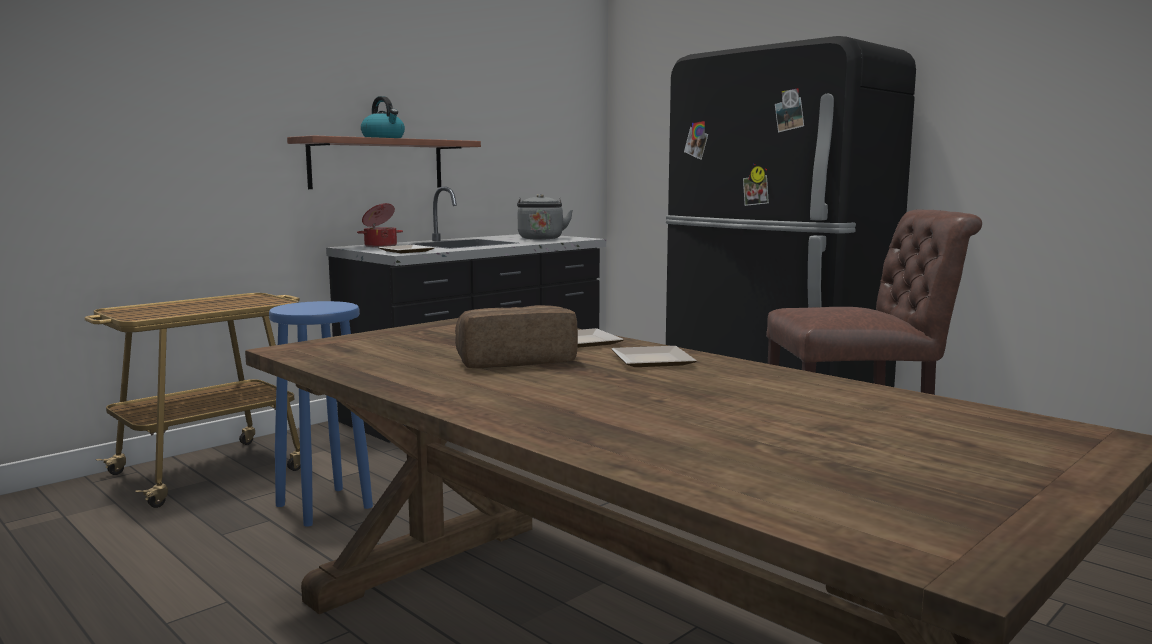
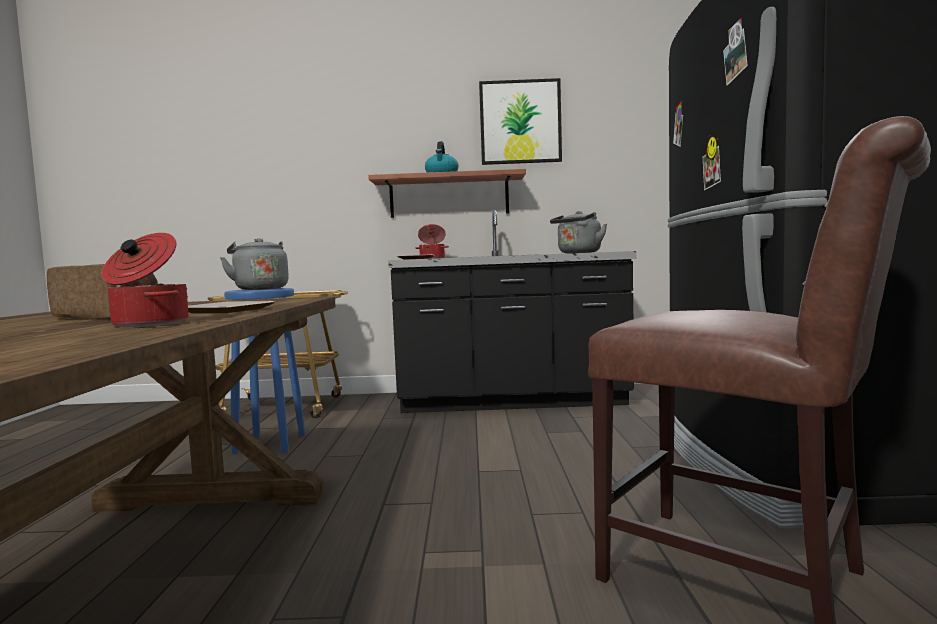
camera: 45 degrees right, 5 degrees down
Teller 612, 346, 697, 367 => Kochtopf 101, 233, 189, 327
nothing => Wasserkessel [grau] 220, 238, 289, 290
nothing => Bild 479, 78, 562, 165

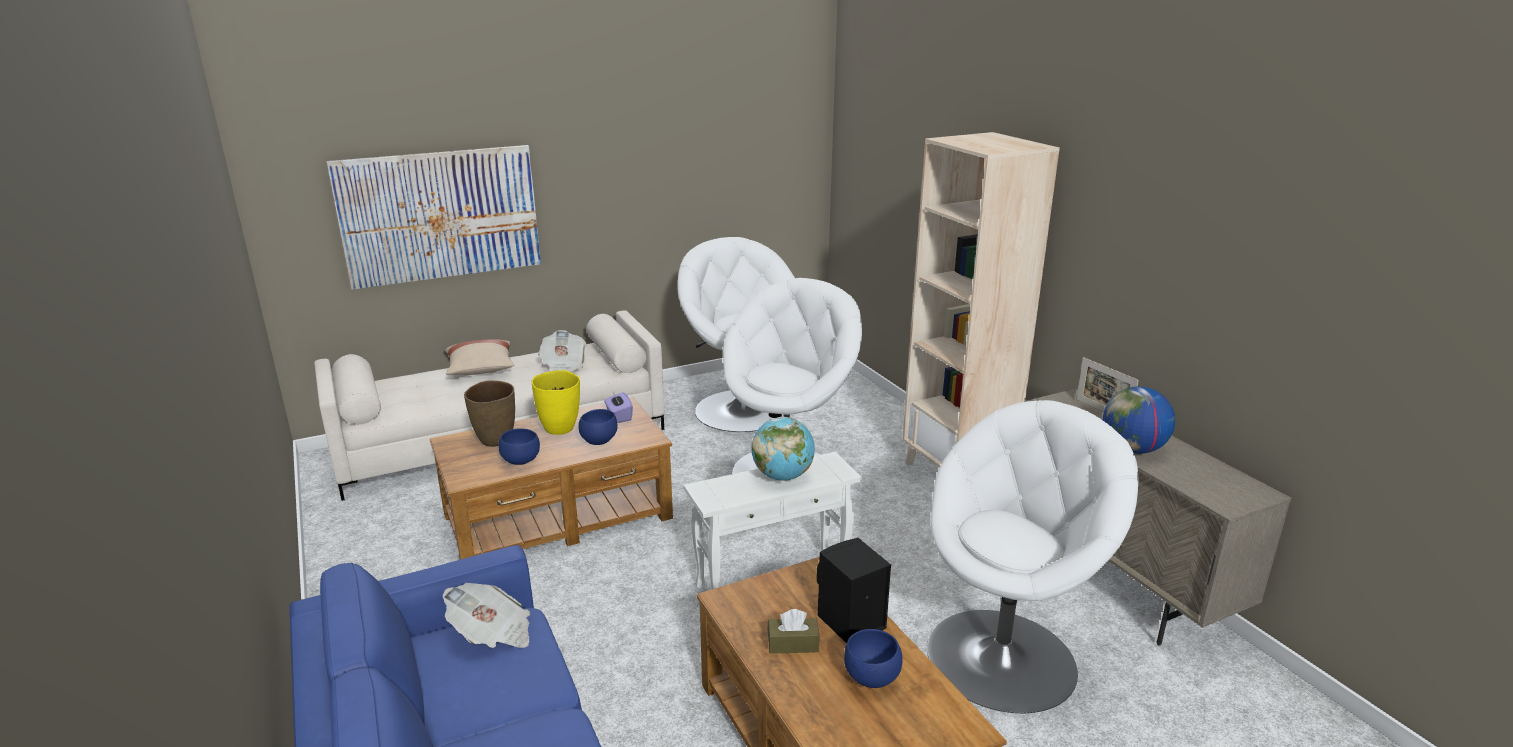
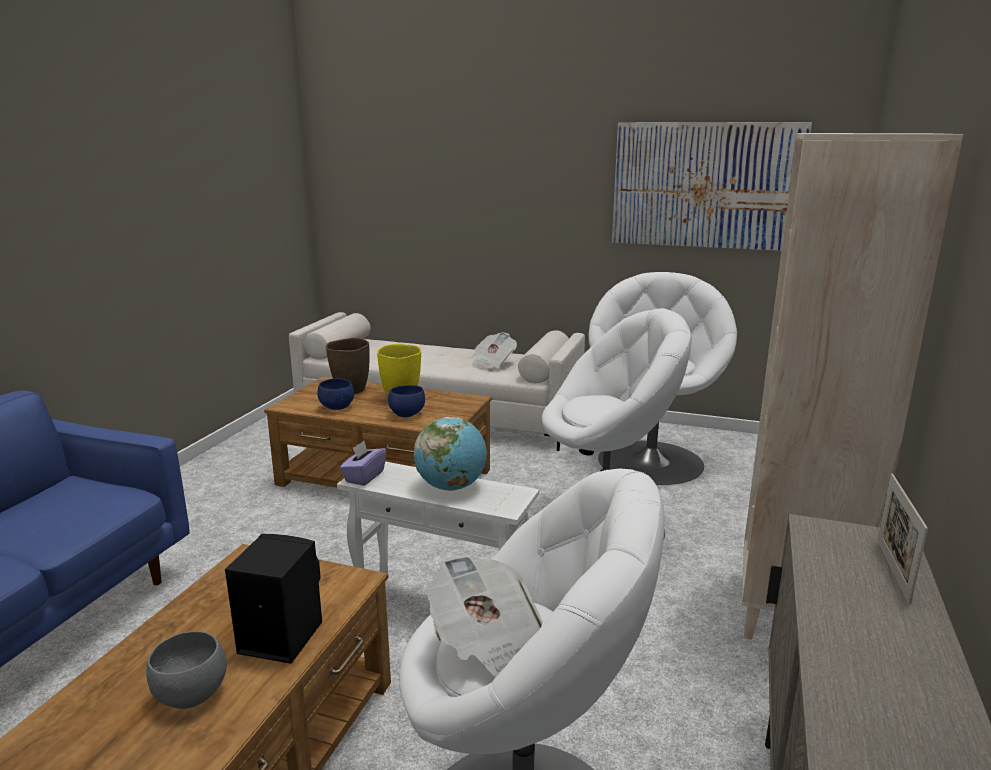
camera: 45 degrees right, 5 degrees down
Bild 327, 145, 541, 290 => Bild 612, 122, 812, 251, shifted
Zeitung 443, 583, 530, 648 => Zeitung 426, 554, 543, 678, shifted
Kissen [beige] 444, 339, 514, 375 => nothing
Taschentuchbox [lila] 604, 392, 633, 423 => Taschentuchbox [lila] 340, 441, 386, 486, shifted
Taschentuchbox [braun] 768, 609, 820, 654 => nothing
Schüssel [blau] 844, 629, 903, 688 => Schüssel [grau] 146, 631, 227, 709
Globus 1103, 386, 1175, 454 => nothing

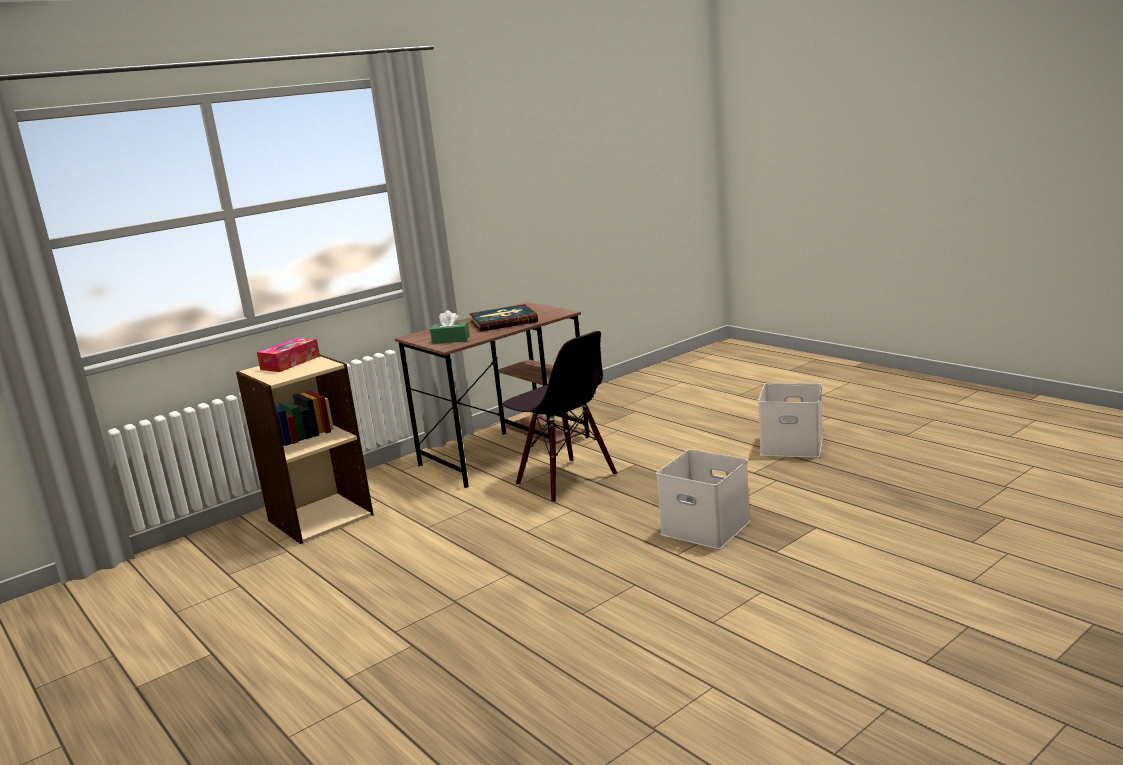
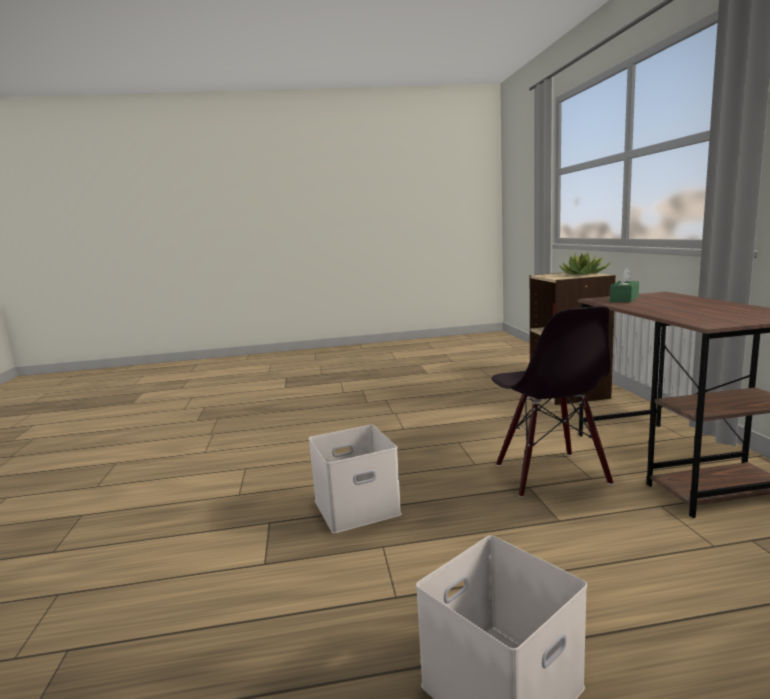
camera: 120 degrees right, 5 degrees down
Taschentuchbox 257, 337, 320, 372 => Topfpflanze 559, 253, 612, 275
Buch 469, 304, 538, 332 => nothing
Stuhl [schwarz] 503, 331, 617, 503 => Stuhl [schwarz] 491, 306, 613, 498, 90 degrees counterclockwise

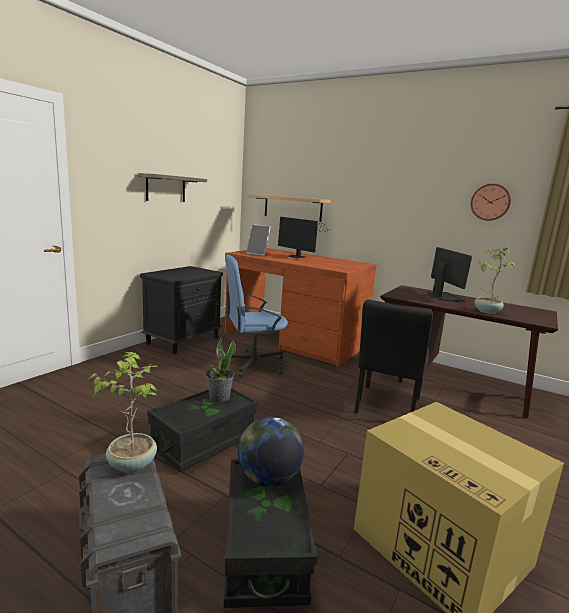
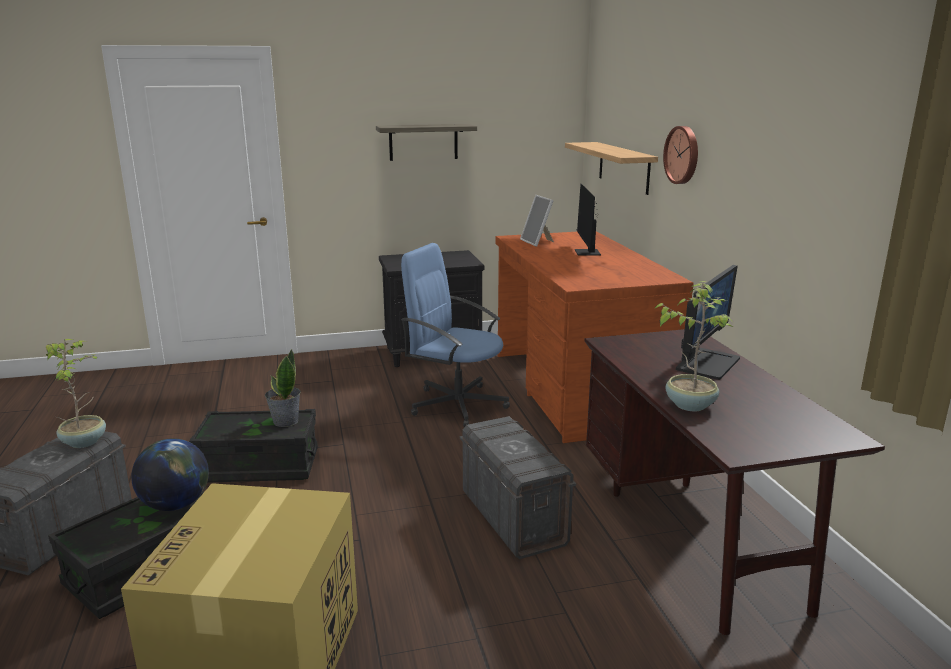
camera: 45 degrees right, 5 degrees up
Stuhl [schwarz] 354, 299, 433, 413 => Aufbewahrungsbox [grau] 460, 416, 576, 559
Wanduhr 471, 184, 511, 221 => Wanduhr 663, 126, 698, 184, shifted

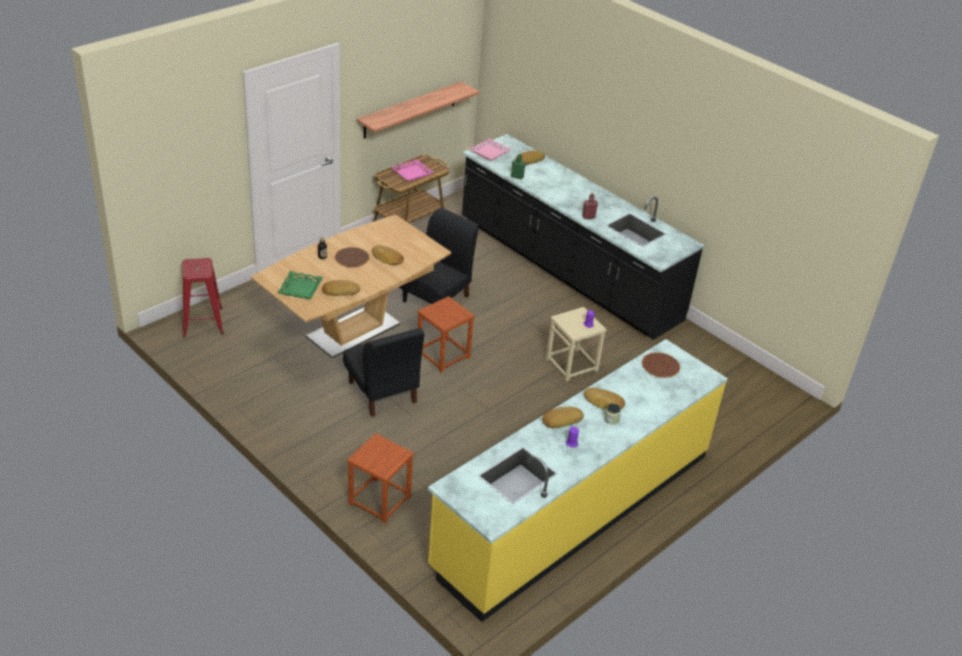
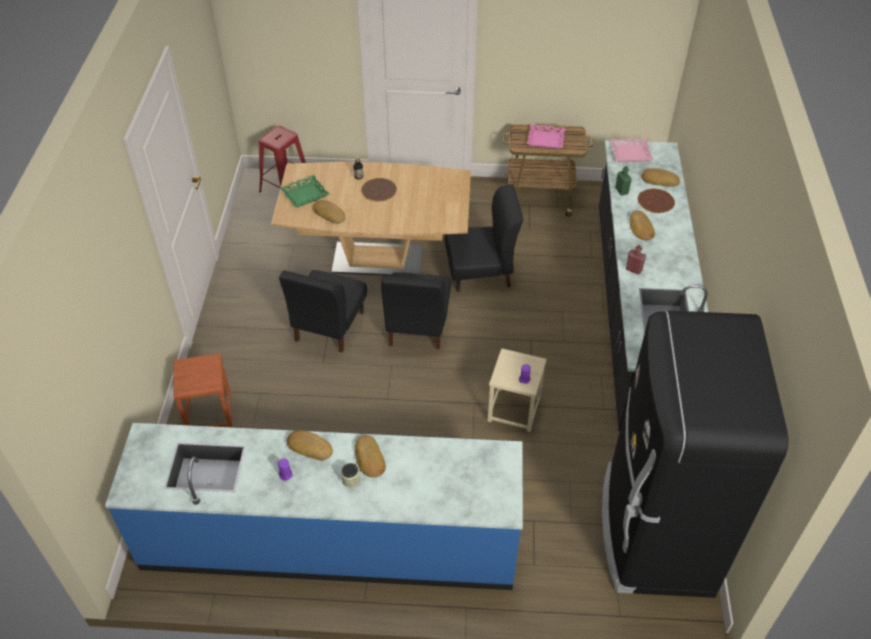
camera: 50 degrees right, 10 degrees up
Wandregal 357, 82, 480, 139 => nothing
Brot 372, 245, 404, 265 => Brot 630, 211, 655, 240, shifted
Hocker [braun] 418, 296, 475, 372 => Stuhl [schwarz] 381, 273, 451, 350
Küchenzeile [gelb] 428, 339, 728, 622 => Küchenzeile [blau] 105, 423, 523, 590
Teller [braun] 642, 352, 680, 378 => Teller [braun] 638, 188, 675, 213, shifted
nothing => Kühlschrank [schwarz] 602, 311, 788, 598

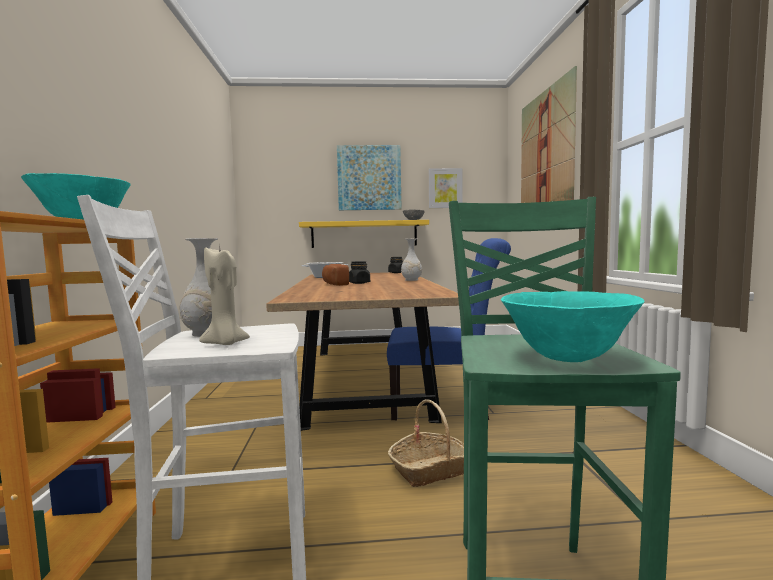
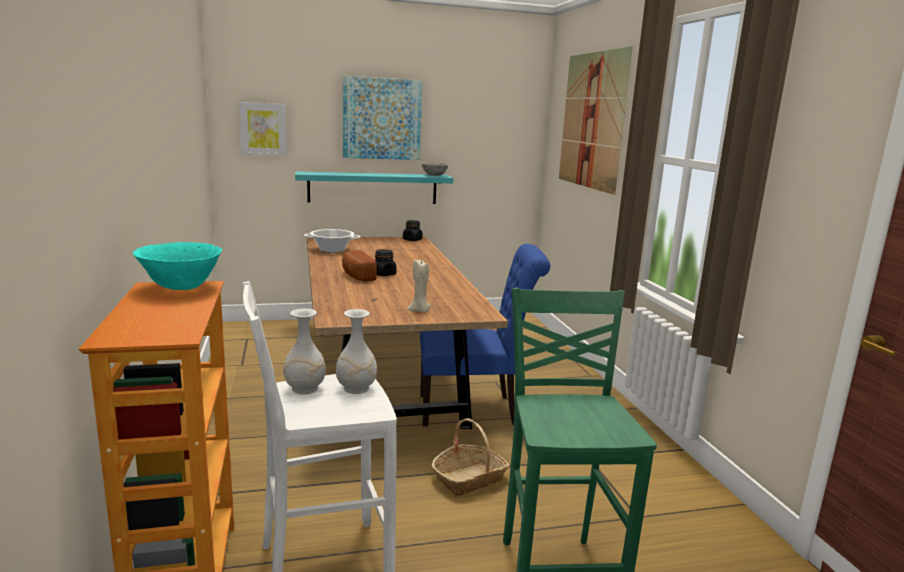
camera: 10 degrees left, 10 degrees up
Kerze [beige] 199, 247, 250, 345 => Kerze [beige] 408, 260, 431, 312, shifted
Wandregal [gelb] 299, 220, 429, 248 => Wandregal [türkis] 295, 171, 453, 204
Vase [weiß] 401, 239, 422, 281 => Vase [weiß] 336, 309, 377, 394, shifted
Bild 429, 168, 463, 208 => Bild 239, 102, 287, 156, shifted
Schüssel [türkis] 501, 291, 645, 362 => nothing

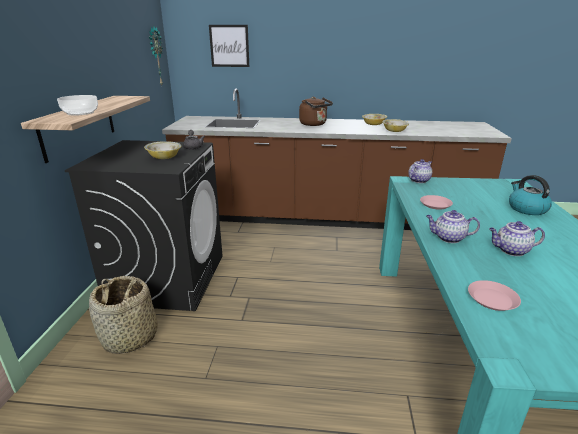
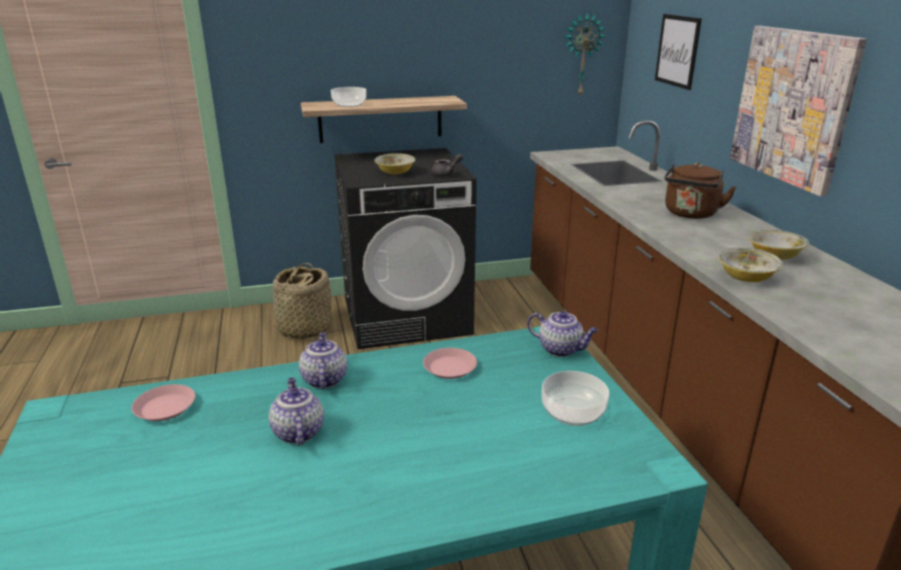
camera: 70 degrees right, 0 degrees up
Wasserkessel 509, 175, 552, 215 => nothing
nothing => Schüssel 542, 371, 609, 426
nothing => Bild 730, 26, 867, 196

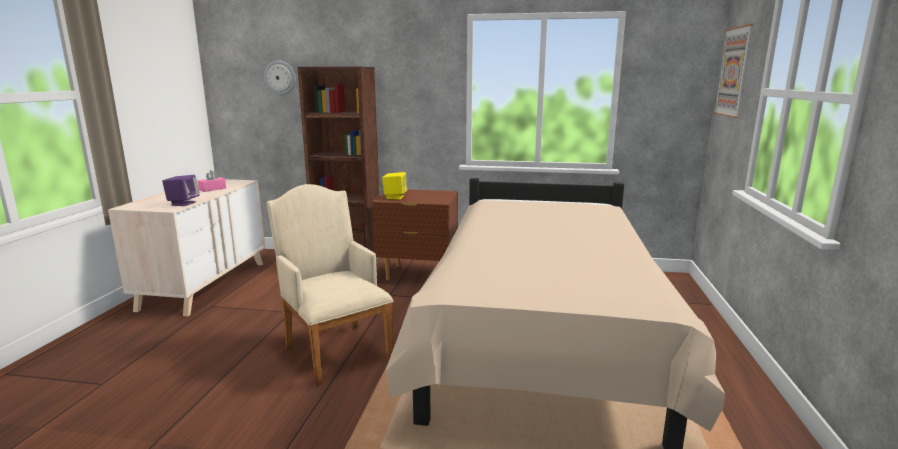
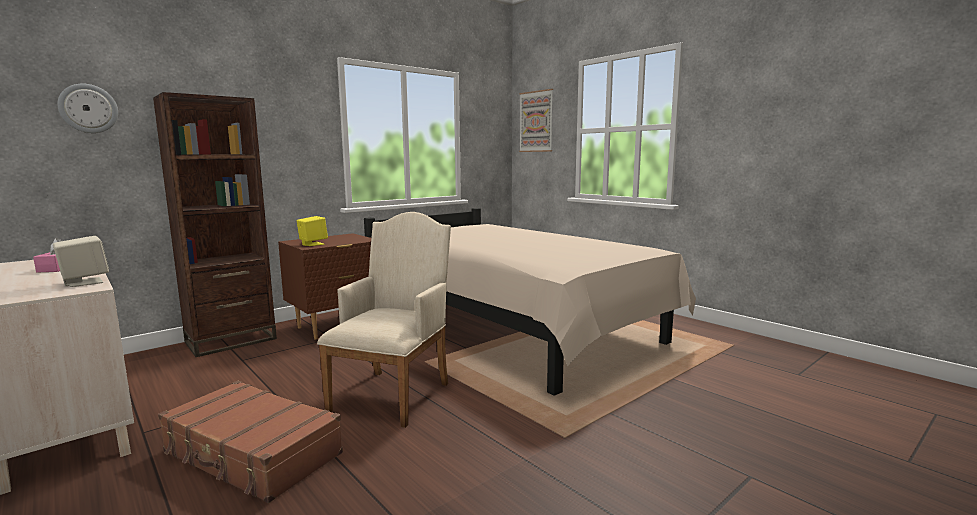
camera: 50 degrees left, 5 degrees down
Lautsprecher [lila] 162, 175, 200, 206 => Lautsprecher [beige] 53, 236, 109, 287
Sessel [beige] 267, 184, 394, 386 => Sessel [beige] 317, 212, 451, 428, 105 degrees clockwise
nothing => Koffer [braun] 158, 381, 343, 503

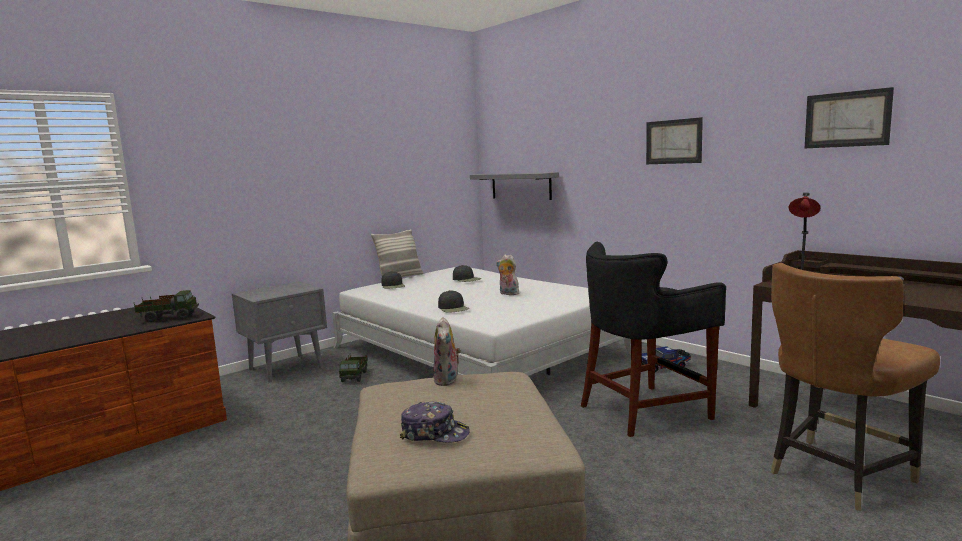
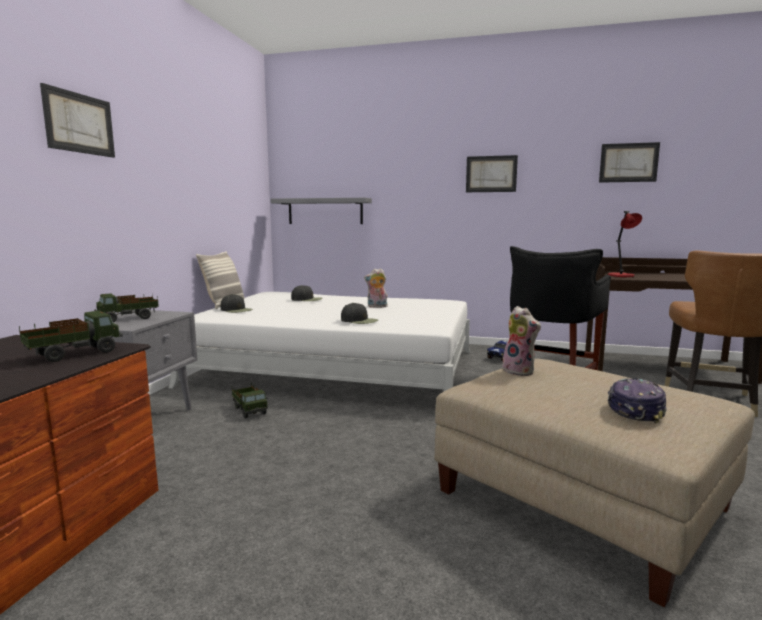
camera: 35 degrees left, 0 degrees up
Kappe 400, 402, 470, 443 => Kappe 608, 378, 667, 424, 45 degrees counterclockwise
nothing => Bild 40, 83, 115, 158
nothing => Spielzeuglaster 94, 293, 159, 322

